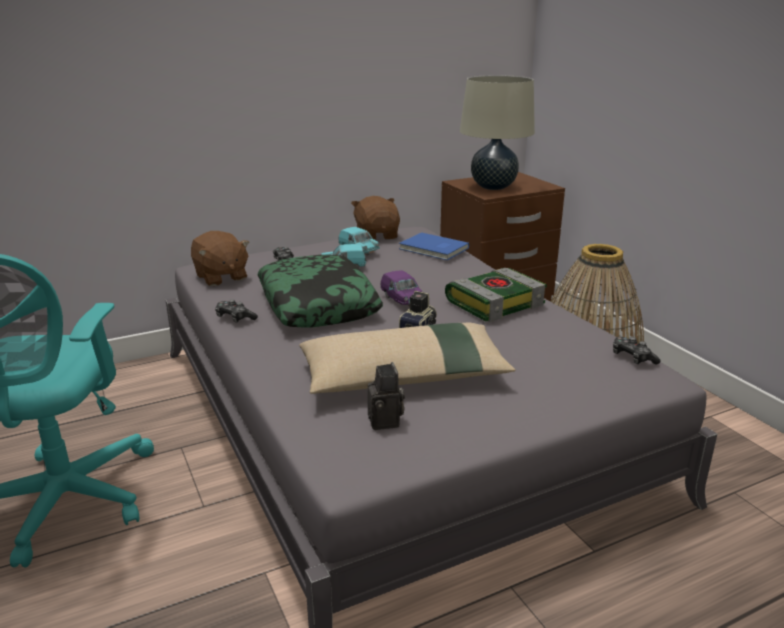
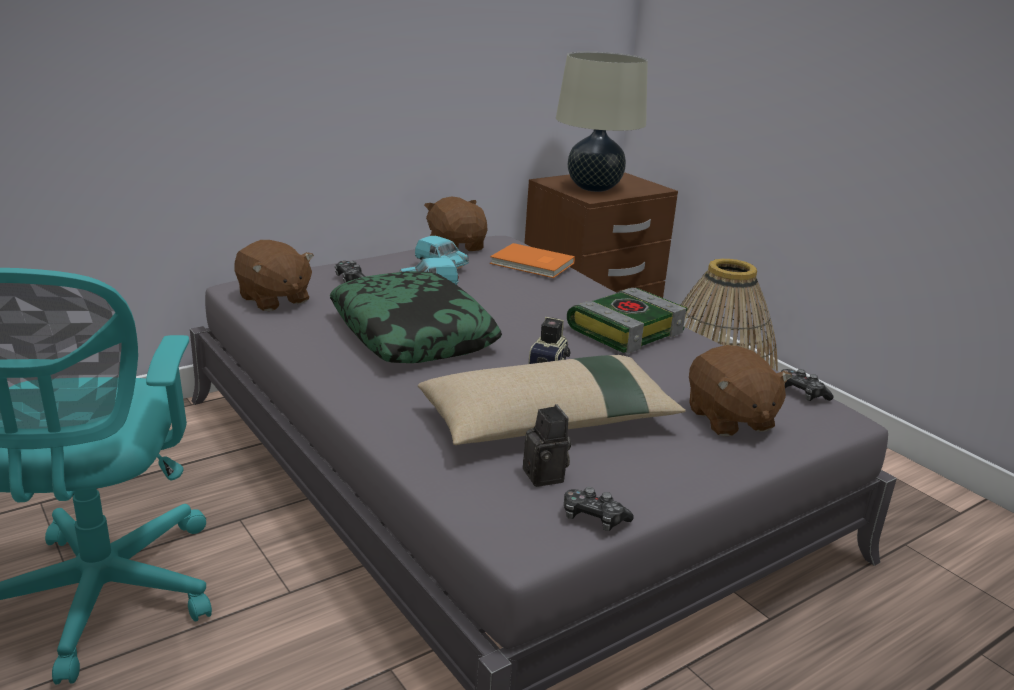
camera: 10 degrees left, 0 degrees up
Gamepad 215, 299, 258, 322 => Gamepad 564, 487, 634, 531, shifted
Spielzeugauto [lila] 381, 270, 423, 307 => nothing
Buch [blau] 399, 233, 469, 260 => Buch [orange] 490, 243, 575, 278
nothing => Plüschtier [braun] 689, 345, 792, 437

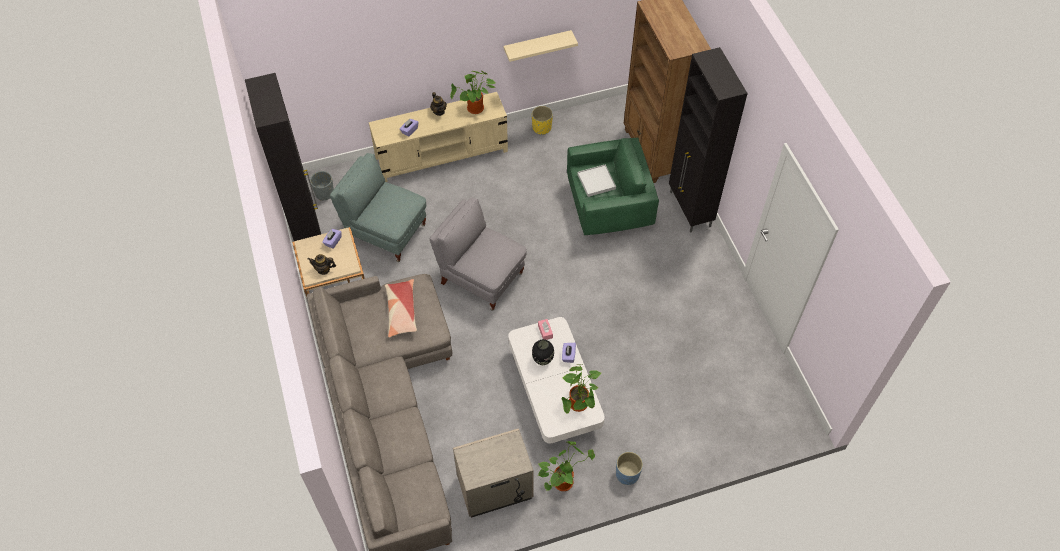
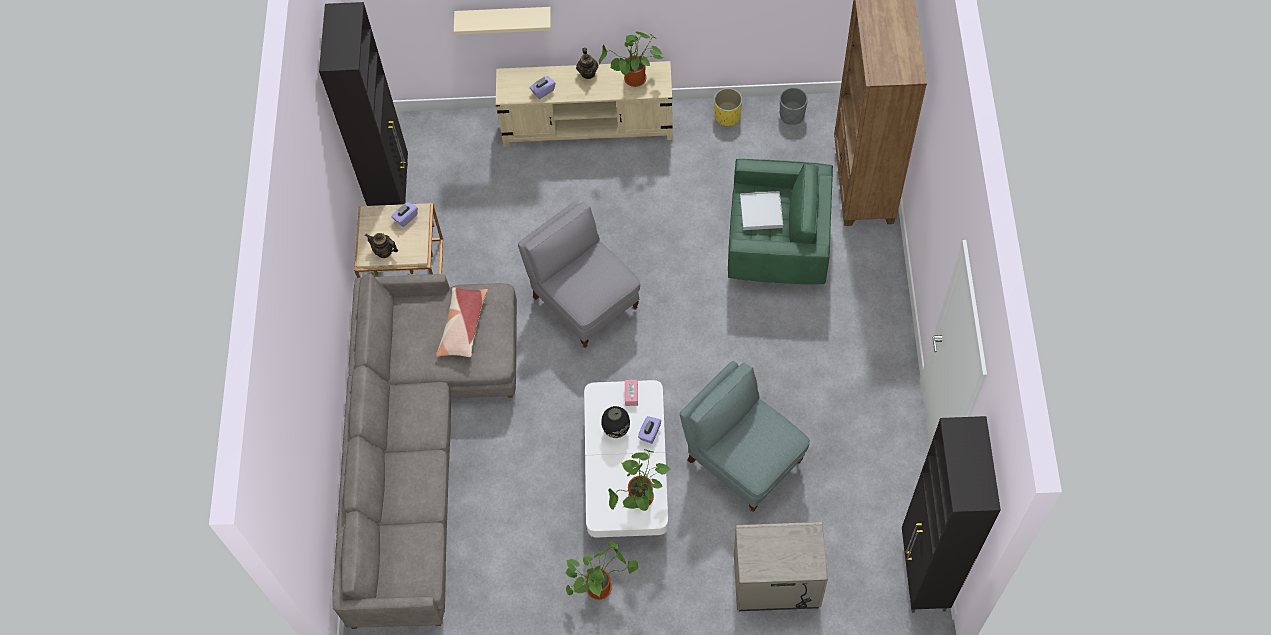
camera: 20 degrees right, 5 degrees up
Pflanzkübel [grau] 310, 171, 334, 201 => Pflanzkübel [grau] 780, 87, 808, 125, shifted
Sessel [grau] 330, 153, 427, 262 => Sessel [grau] 680, 361, 810, 512, shifted
Nachttisch [beige] 453, 428, 534, 518 => Nachttisch [beige] 734, 522, 828, 611, shifted
Wandregal [beige] 504, 30, 578, 62 => Wandregal [beige] 454, 7, 551, 35, shifted
Pflanzkübel [blau] 616, 452, 643, 485 => nothing
Schrank [schwarz] 669, 47, 748, 233 => Schrank [schwarz] 902, 416, 1001, 613, shifted

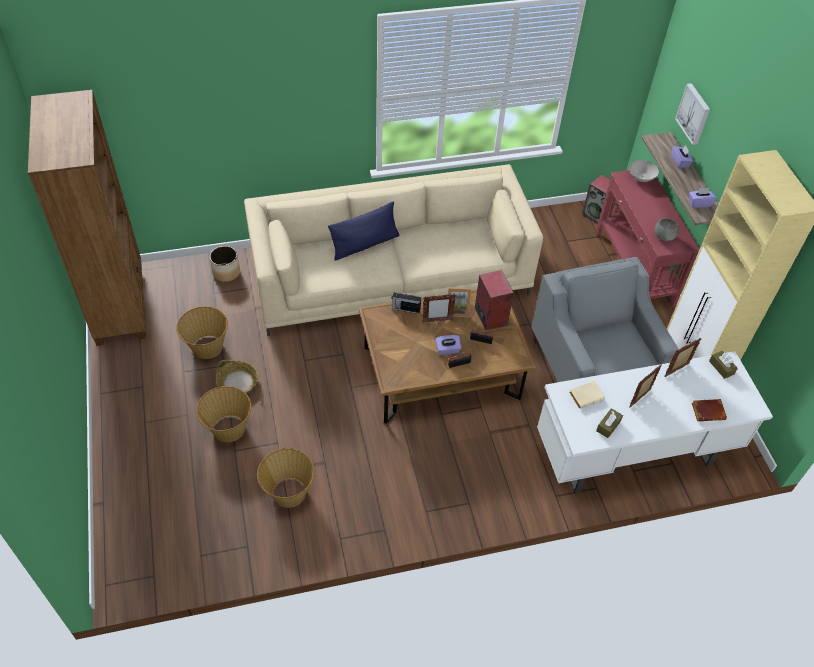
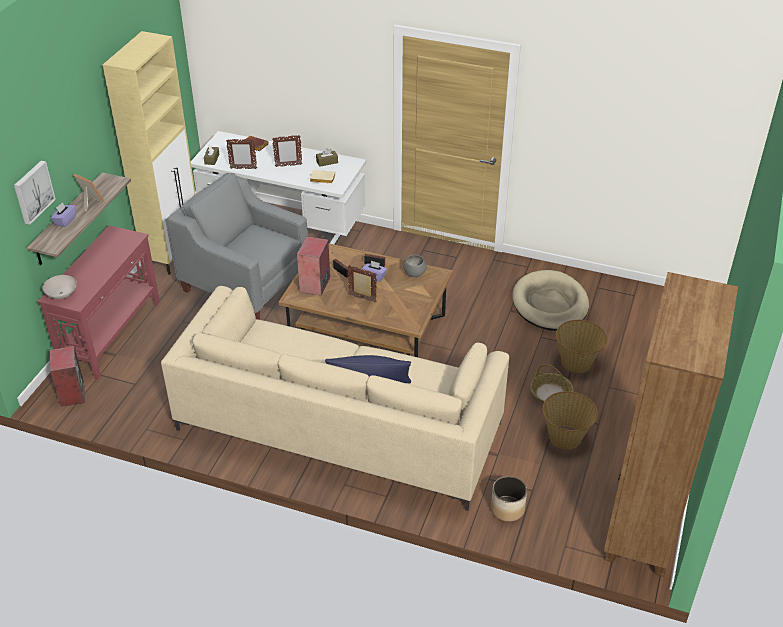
camera: 145 degrees left, 10 degrees down
Korb 257, 448, 315, 508 => Hundebett [beige] 512, 270, 589, 331
Radio 391, 293, 421, 314 => nothing
Bilderrahmen 448, 287, 471, 317 => Bilderrahmen 73, 174, 104, 212, shifted
Sessel [grau] 531, 257, 679, 382 => Sessel [grau] 166, 173, 308, 320, 105 degrees clockwise
Schüssel [grau] 655, 218, 679, 241 => Schüssel [grau] 403, 255, 426, 277, shifted
Taschentuchbox [lila] 689, 188, 717, 208 => nothing

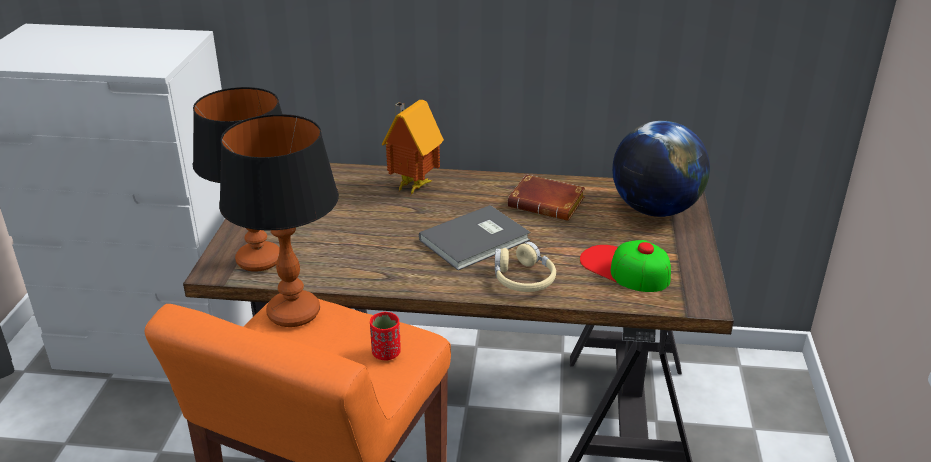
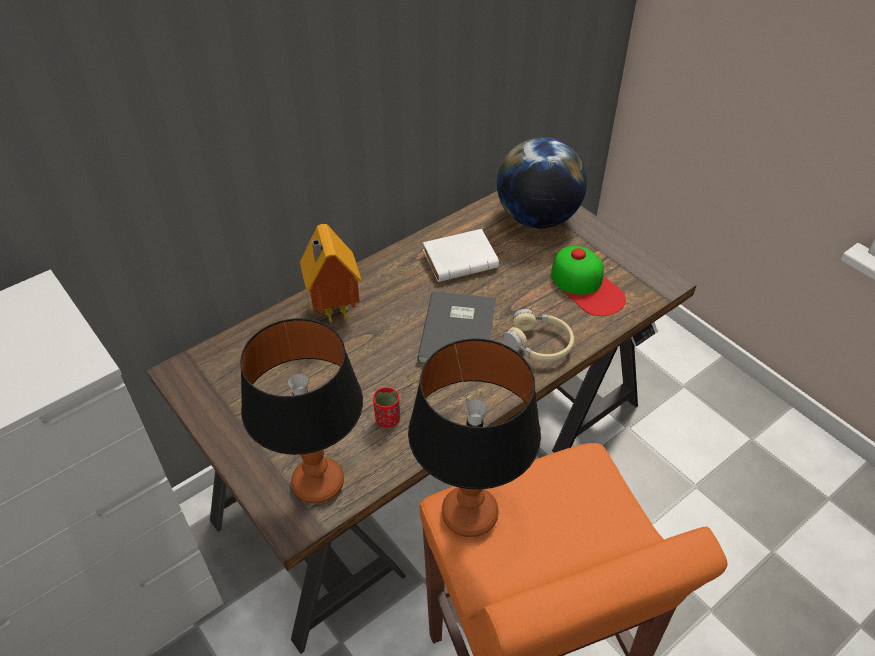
camera: 45 degrees left, 15 degrees up
Tasse [rot] 370, 312, 401, 361 => Tasse [rot] 373, 387, 400, 428, shifted
Buch [braun] 507, 174, 585, 221 => Buch [weiß] 423, 229, 499, 282
Kappe 580, 240, 671, 292 => Kappe 551, 246, 626, 316, 120 degrees counterclockwise

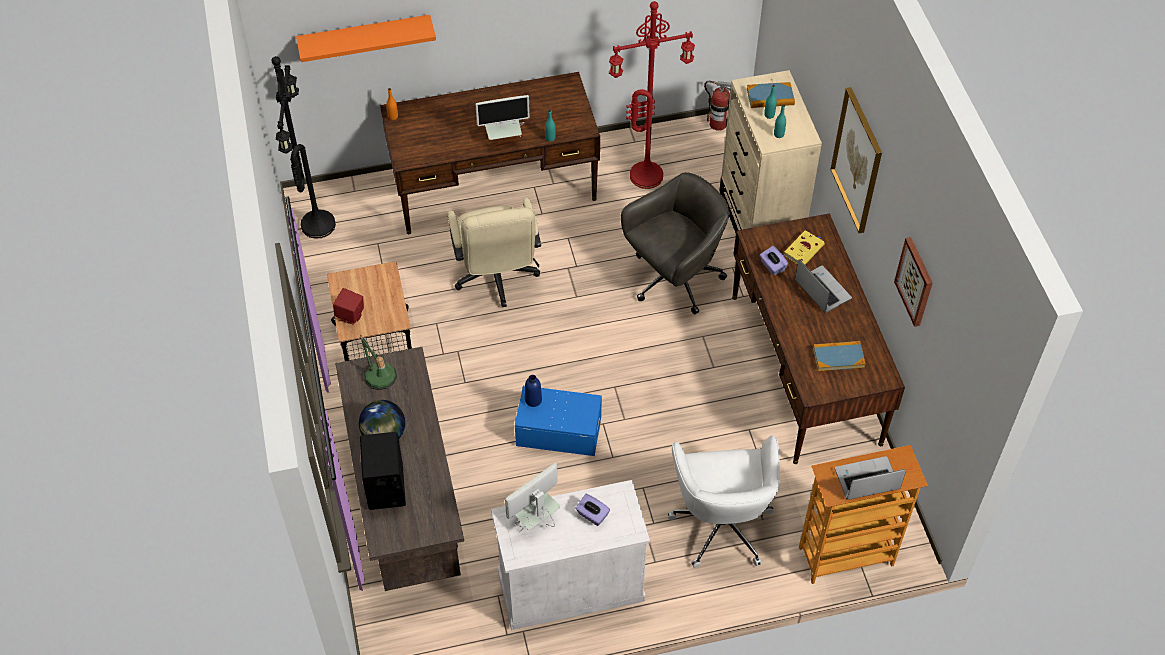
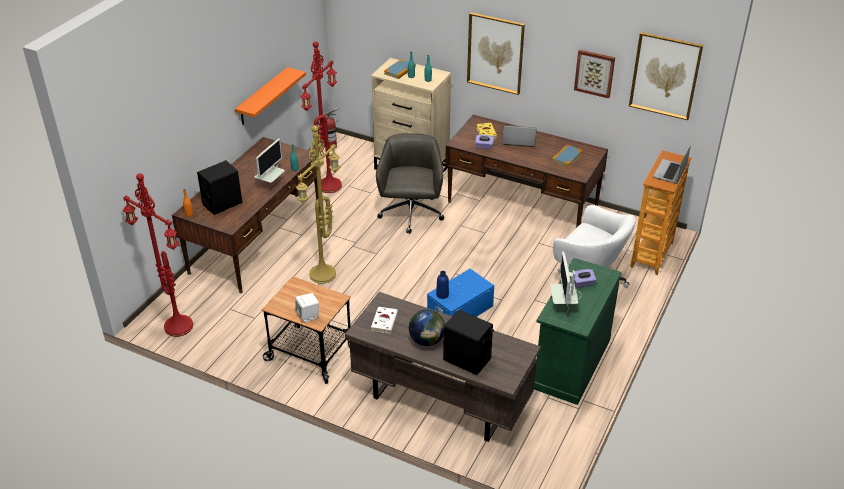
camera: 50 degrees left, 15 degrees down
Stehlampe [schwarz] 272, 56, 336, 239 => Stehlampe [rot] 123, 173, 193, 337
Wandregal [orange] 296, 15, 436, 62 => Wandregal [orange] 235, 67, 306, 125, shifted
Lautsprecher [rot] 333, 288, 364, 325 => Lautsprecher [weiß] 295, 293, 319, 323
Tischlampe 361, 337, 397, 390 => Buch [weiß] 371, 307, 398, 334
Bürostuhl [beige] 448, 198, 541, 307 => Stehlampe [gelb] 296, 125, 340, 284
Schrank [weiß] 491, 480, 650, 630 => Schrank [grün] 534, 258, 622, 405
nothing => Lautsprecher [schwarz] 197, 160, 242, 215
nothing => Bild 629, 32, 703, 120

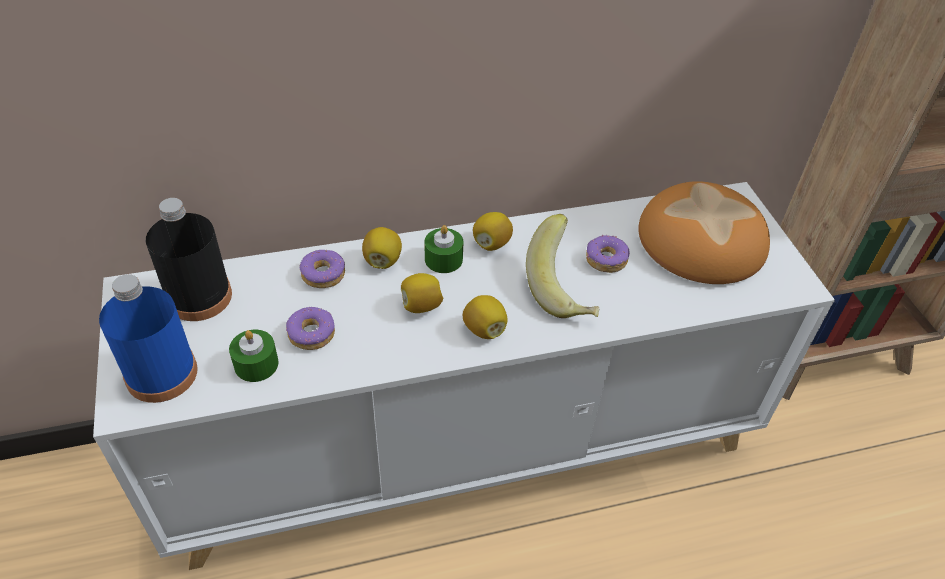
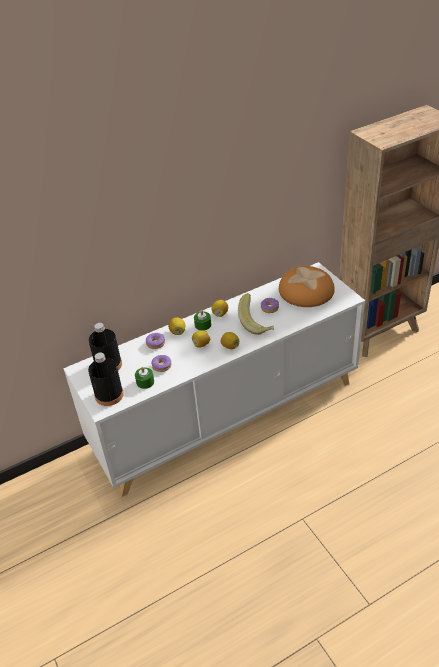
camera: 10 degrees left, 5 degrees down
Flasche [blau] 99, 274, 198, 403 => Flasche [schwarz] 88, 353, 124, 406

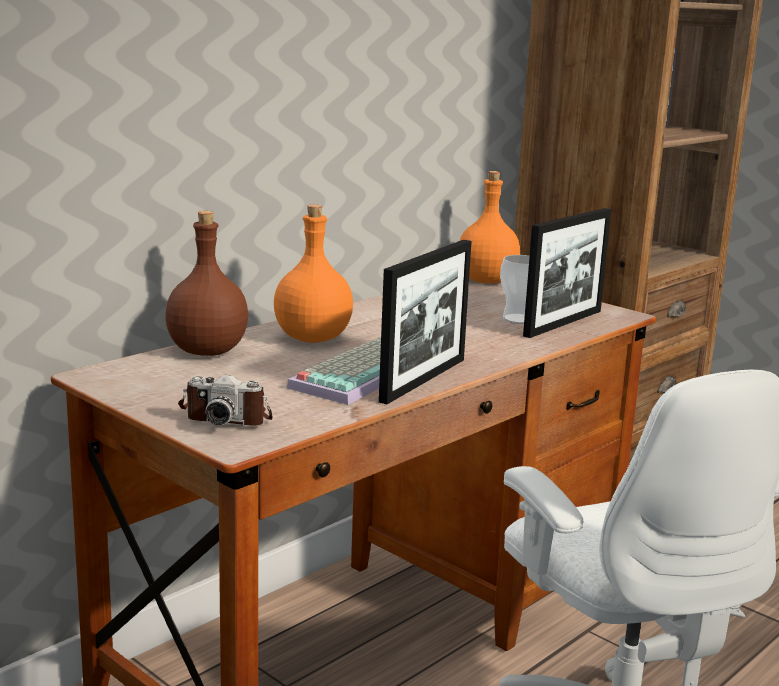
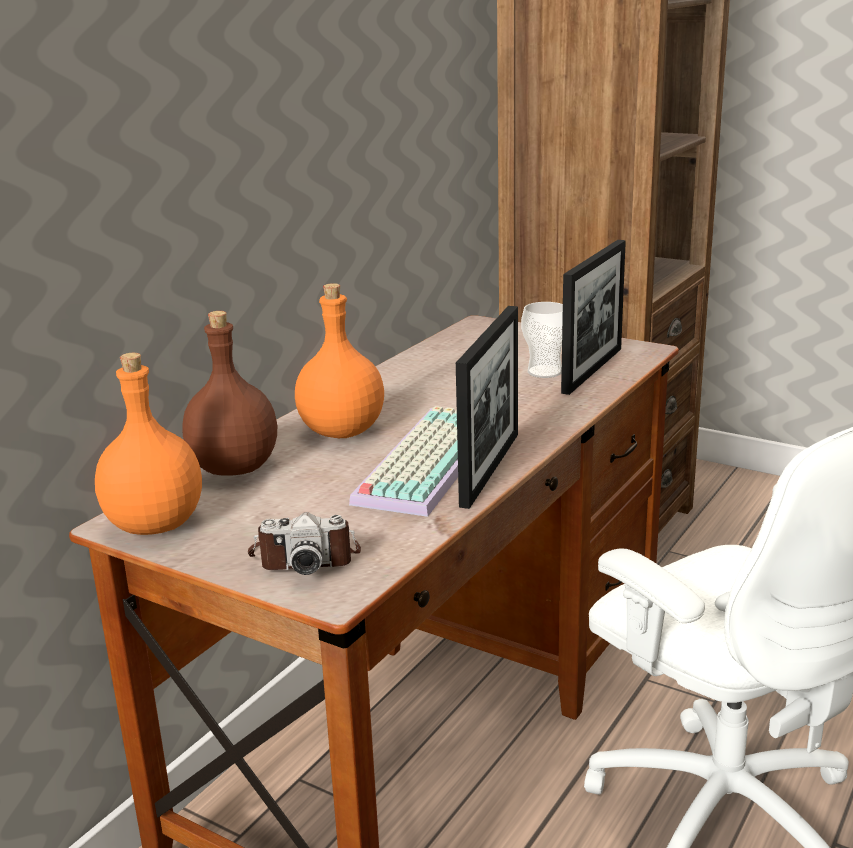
camera: 10 degrees left, 5 degrees up
Flasche [orange] 460, 171, 520, 283 => Flasche [orange] 95, 353, 202, 535, shifted

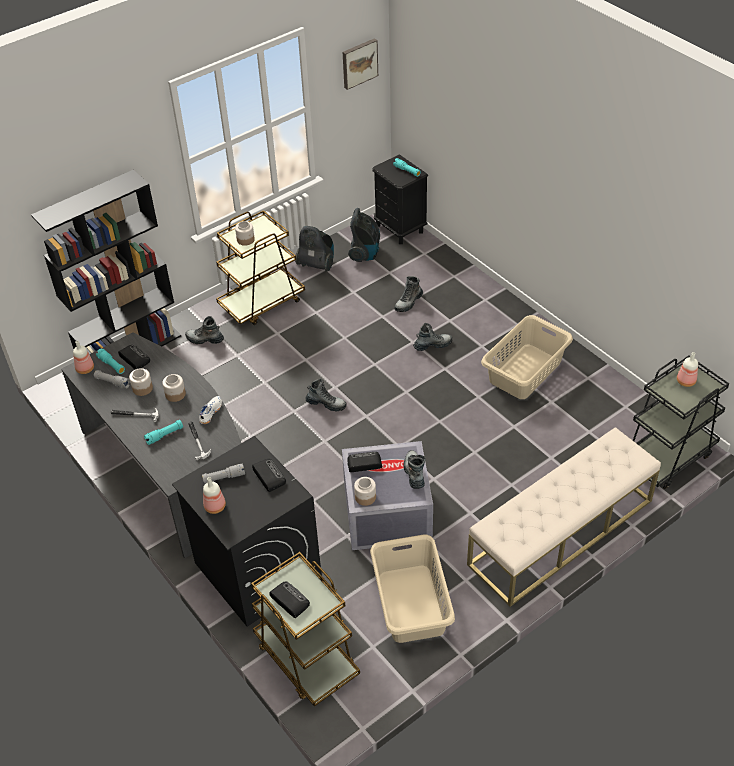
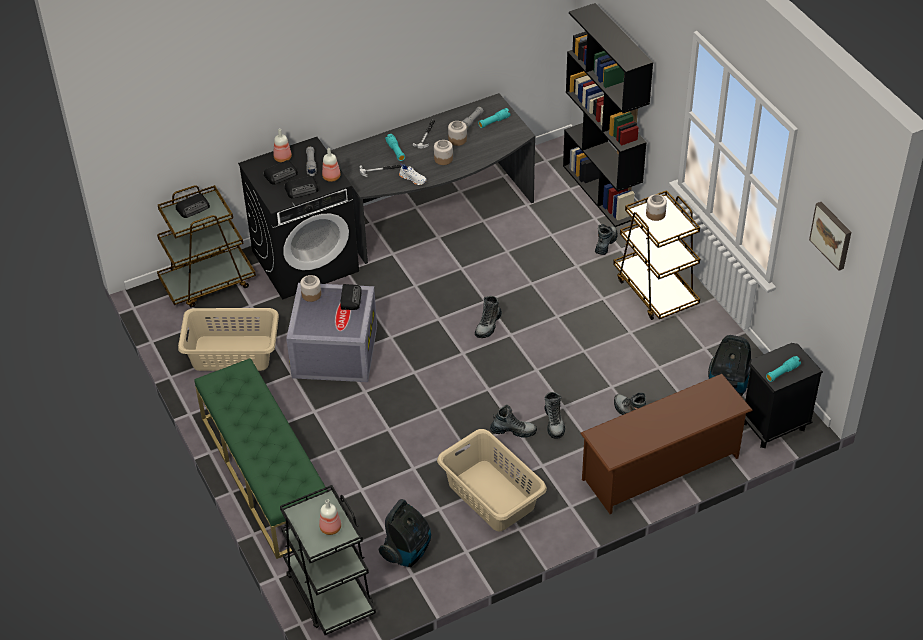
camera: 100 degrees right, 0 degrees up
Flasche 73, 341, 94, 374 => Flasche 322, 148, 341, 182, shifted
Radio 118, 345, 150, 369 => Radio 264, 160, 298, 185, shifted
Staubsauger 295, 226, 334, 272 => Staubsauger 379, 499, 431, 567, shifted
Stiefel 403, 450, 426, 489 => Stiefel 490, 405, 537, 438, shifted
Bank [beige] 467, 427, 661, 607 => Bank [grün] 195, 358, 327, 559
nothing => Schuhregal [braun] 580, 374, 753, 514

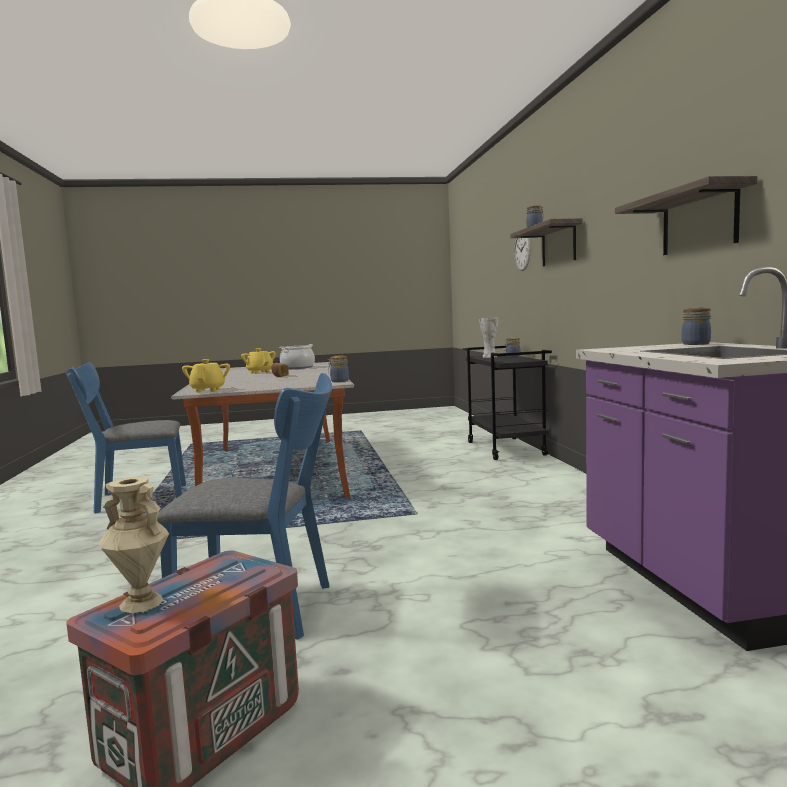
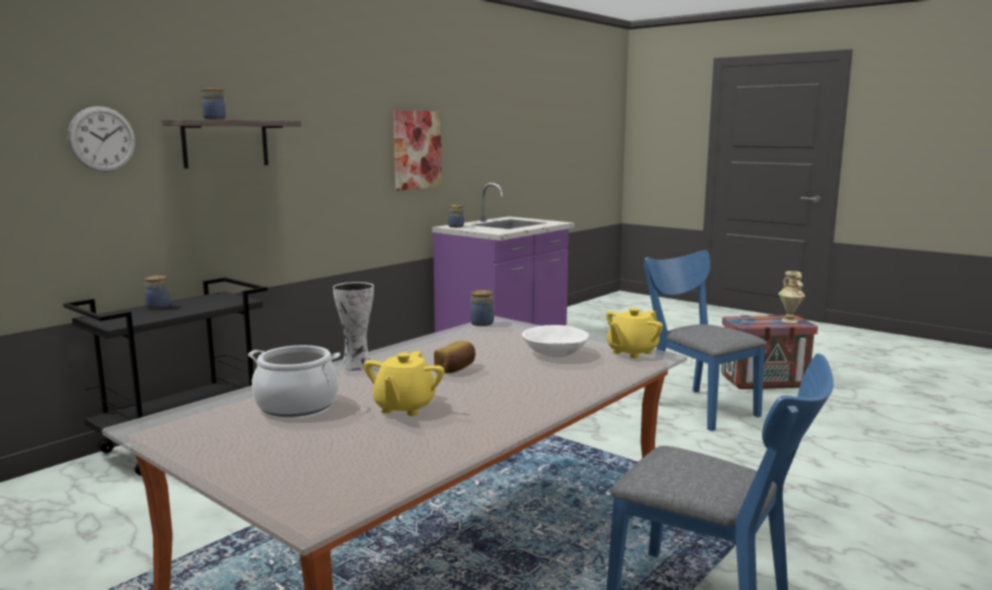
camera: 130 degrees left, 5 degrees up
Vase 479, 318, 498, 358 => Vase 333, 282, 374, 371, shifted
Wandregal 615, 176, 758, 255 => Bild 393, 110, 442, 191
nothing => Schüssel [weiß] 522, 325, 589, 357

